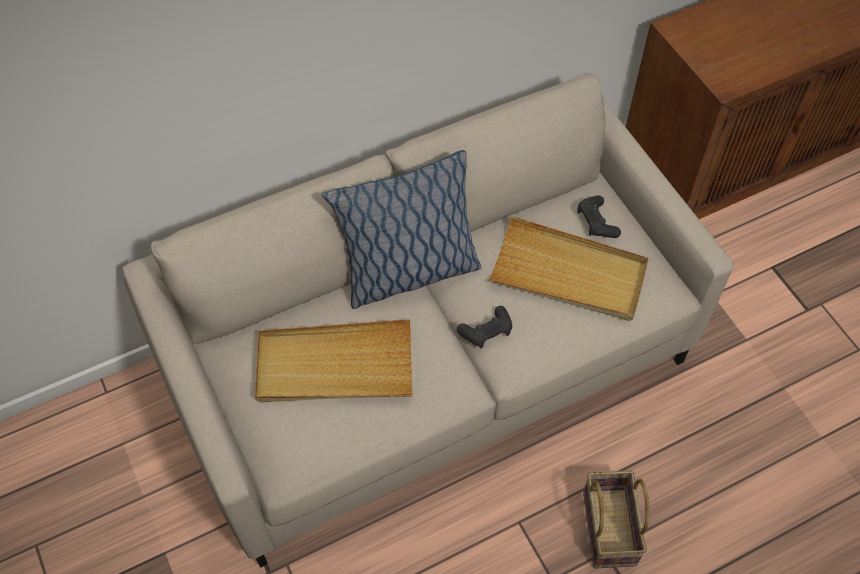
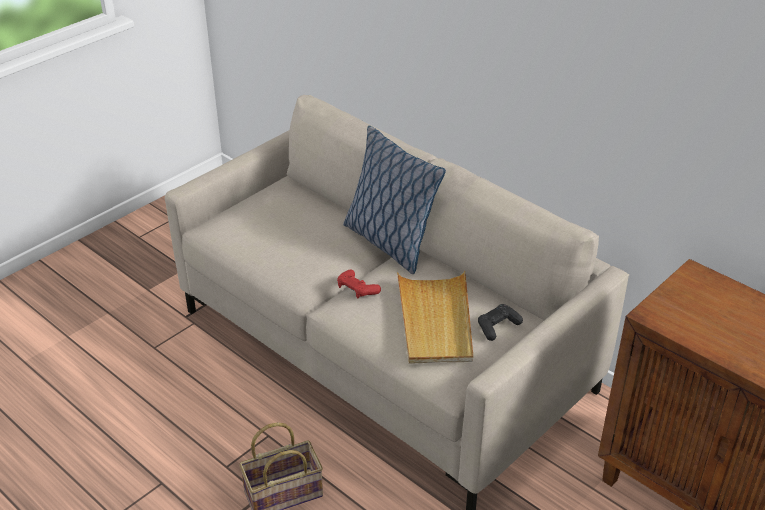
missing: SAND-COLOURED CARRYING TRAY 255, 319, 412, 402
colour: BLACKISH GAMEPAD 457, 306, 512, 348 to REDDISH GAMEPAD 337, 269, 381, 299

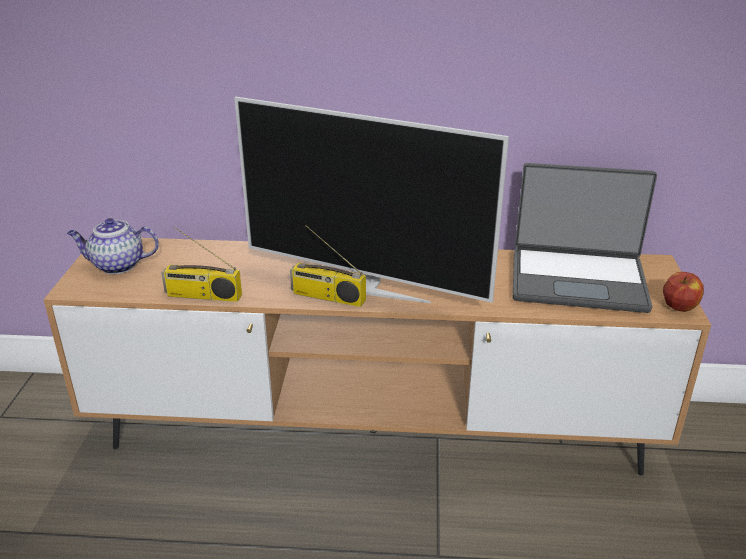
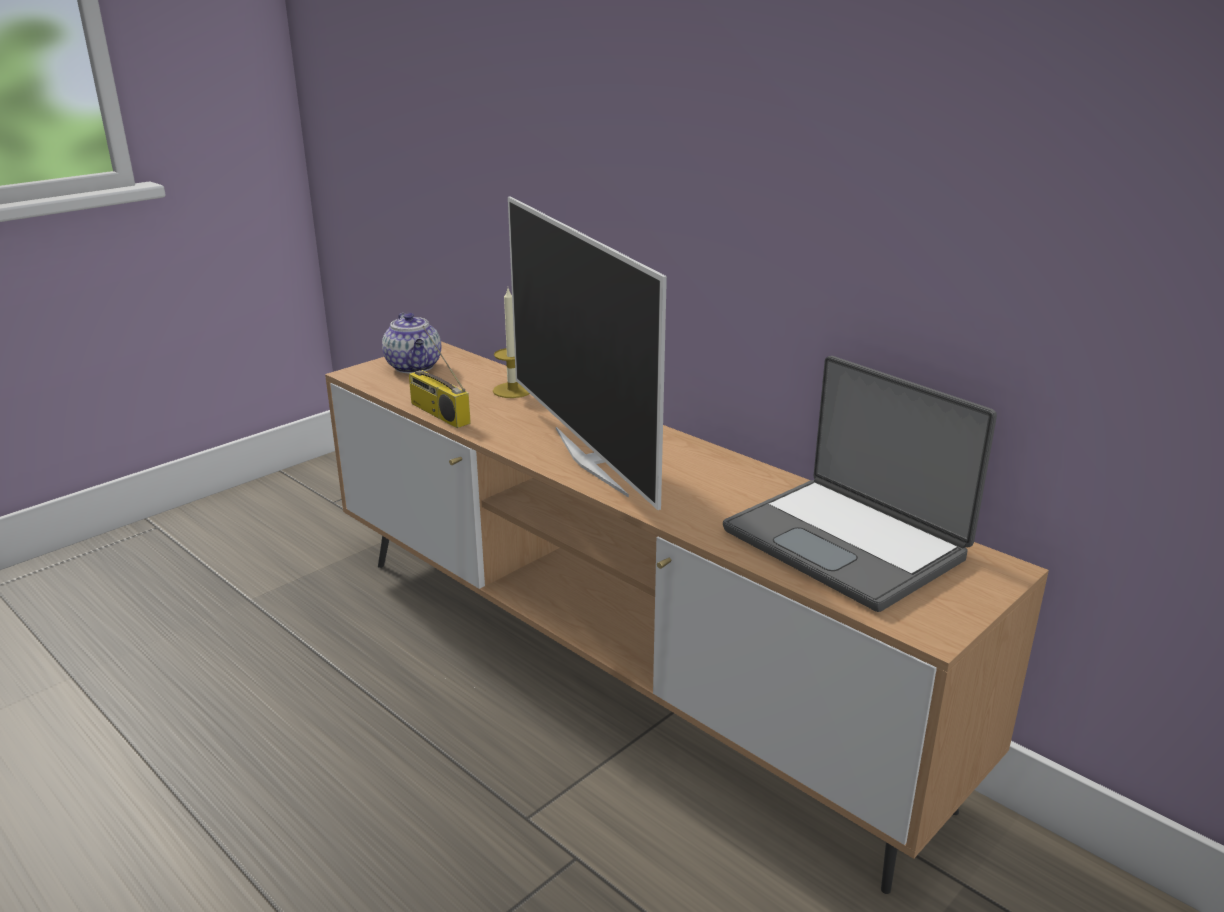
missing: RADIO SET 290, 225, 366, 307; APPLE 663, 272, 704, 312
appeared: WAX CANDLE 493, 288, 530, 398
spun: POT FOR TEA 67, 218, 159, 274 = 382, 313, 441, 373 150 degrees counterclockwise

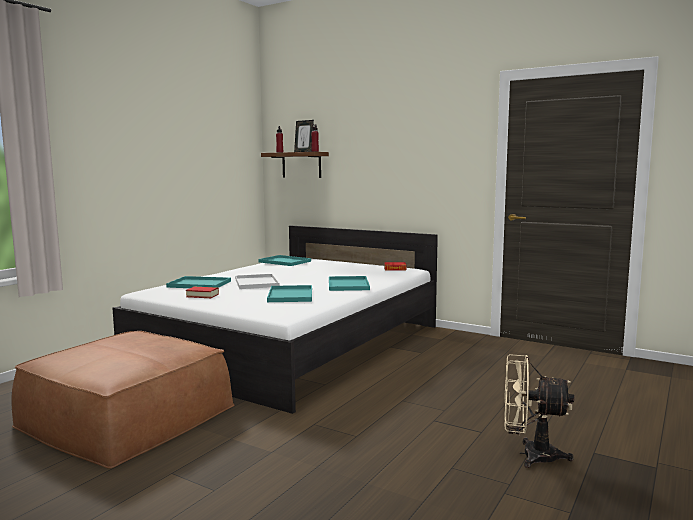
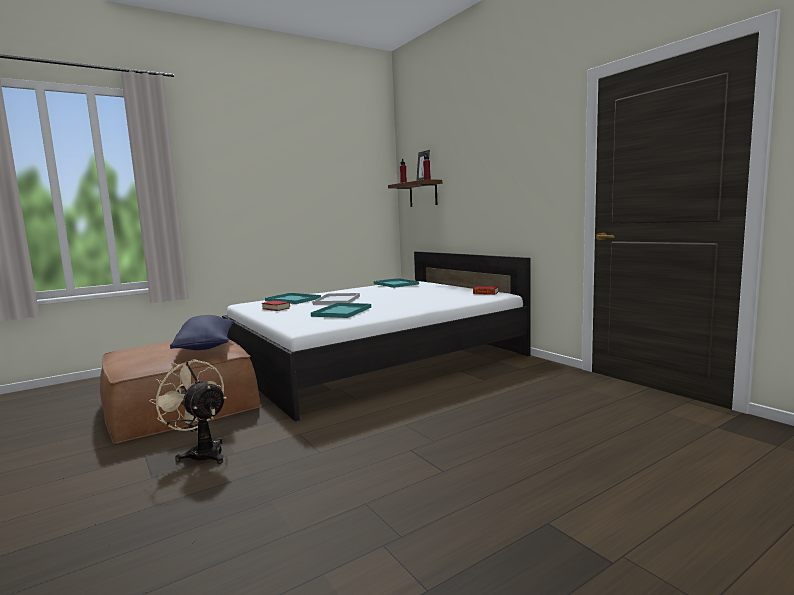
missing: TURQUOISE-COLOURED CARRYING TRAY 329, 276, 370, 291
appeared: BLUE-COLOURED PILLOW 170, 315, 234, 350
relocated: SAND-COLOURED ELECTRIC FAN 504, 354, 574, 468 to 149, 359, 226, 464

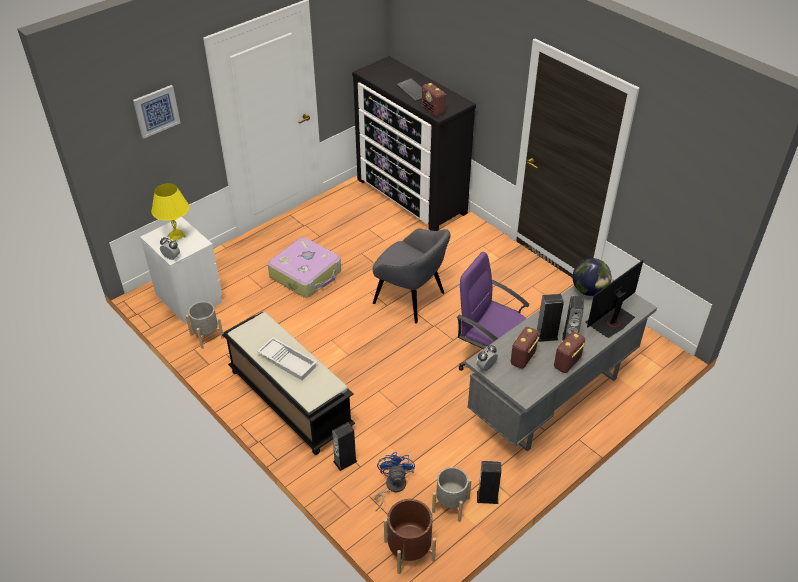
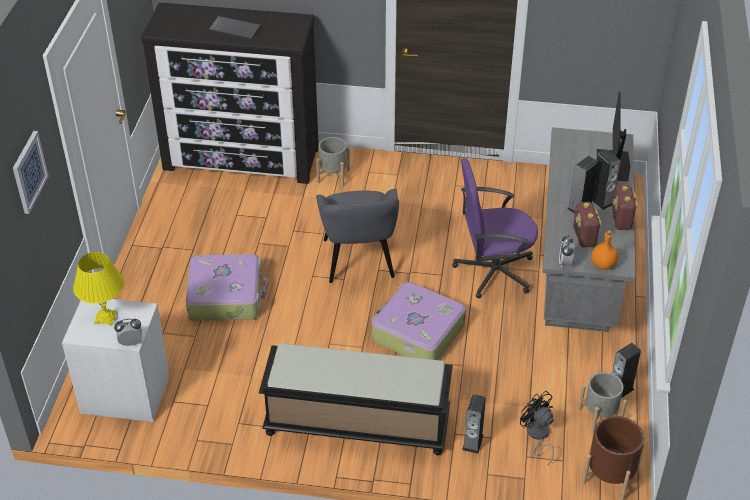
missing: RADIO SET 422, 83, 447, 117; DESK GLOBE 573, 258, 611, 296; WHITE CARRYING TRAY 257, 337, 317, 380
appeared: ORANGE-COLOURED BEVERAGE BOTTLE 591, 230, 618, 270; TRAVEL CASE 372, 282, 466, 360
relocated: GREY FLOWER POT 186, 301, 224, 349 to 316, 137, 350, 187
colour: BLUE-COLOURED ELECTRIC FAN 374, 452, 415, 511 to BLACKISH ELECTRIC FAN 520, 391, 554, 465
spun: GREY ARMCHAIR 372, 228, 450, 323 = 316, 189, 399, 283 90 degrees clockwise

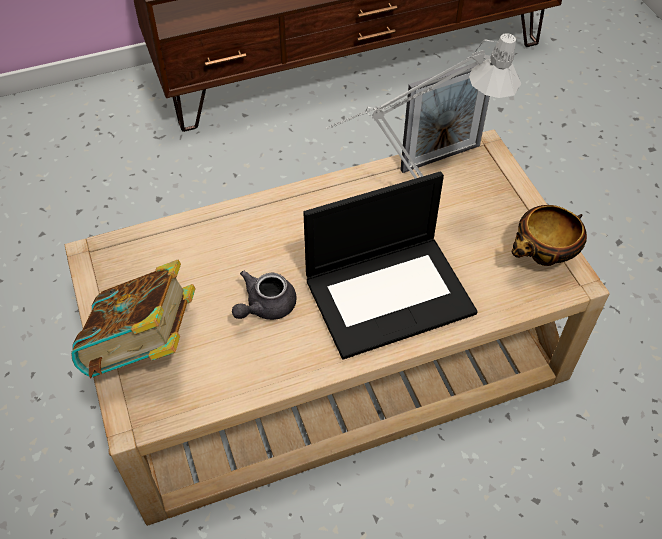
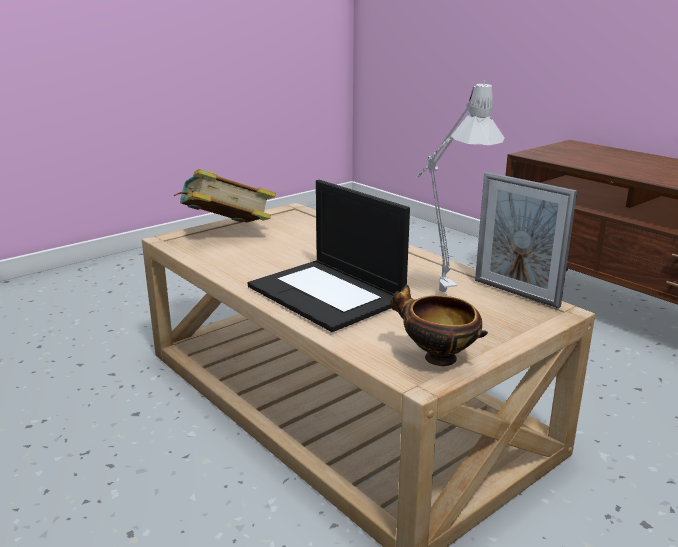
missing: GREY POT FOR TEA 232, 271, 297, 320

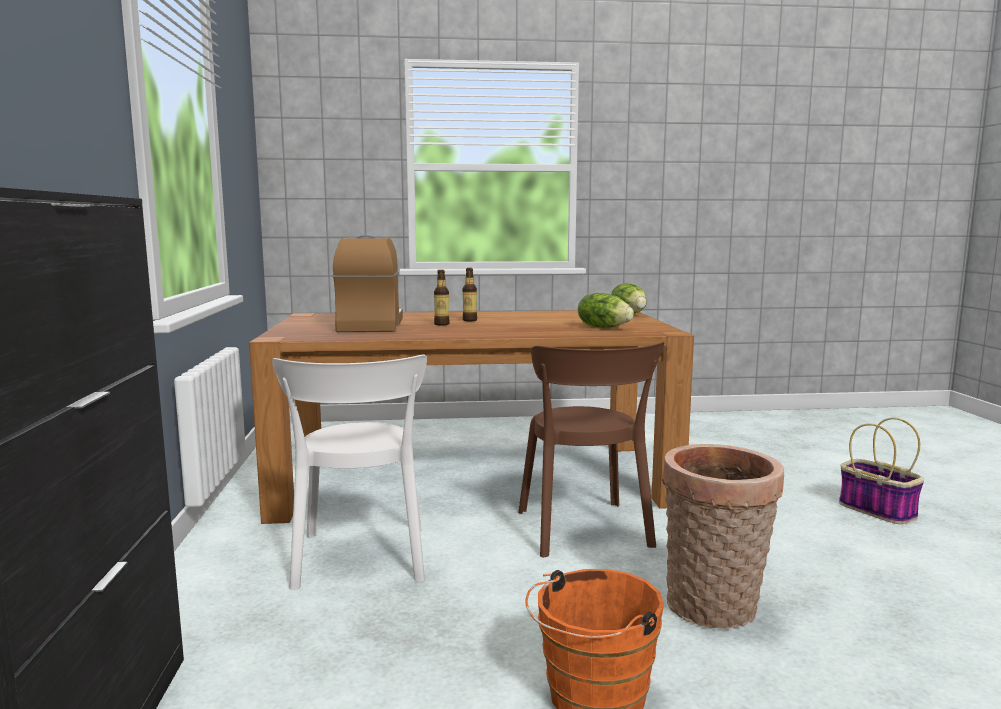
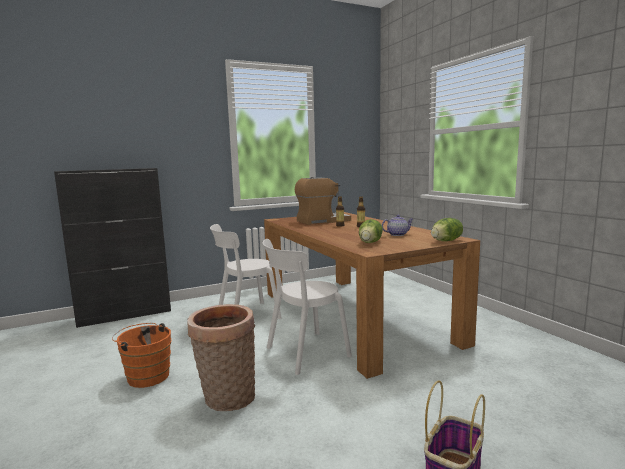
appeared: POT FOR TEA 382, 215, 413, 236
colour: BROWN UPRIGHT CHAIR 518, 342, 664, 557 to WHITE UPRIGHT CHAIR 263, 239, 352, 375

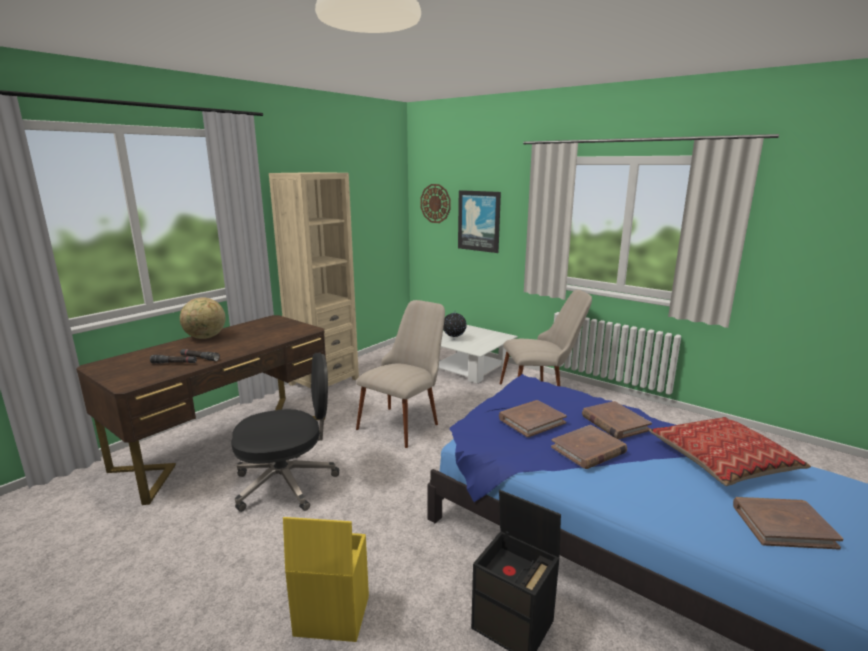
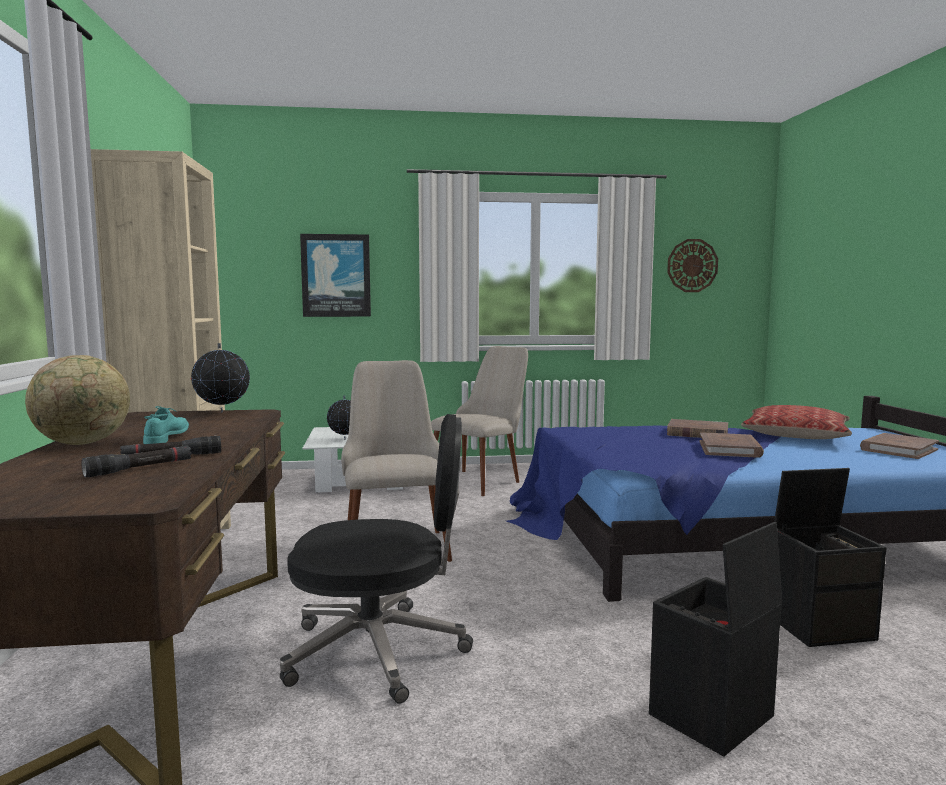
missing: BROWN BOUND BOOK 499, 400, 567, 438
appeared: DESK GLOBE 191, 343, 250, 413; TURQUOISE-COLOURED LOW SHOE 143, 406, 189, 444
relocated: WALL CLOCK 420, 184, 451, 223 to 667, 239, 718, 292
colour: YELLOW-COLOURED STORAGE BIN 283, 517, 369, 642 to BLACKISH STORAGE BIN 649, 522, 782, 757
spun: BLACKISH COMPUTER CHAIR 231, 353, 339, 512 = 280, 414, 473, 704 60 degrees clockwise

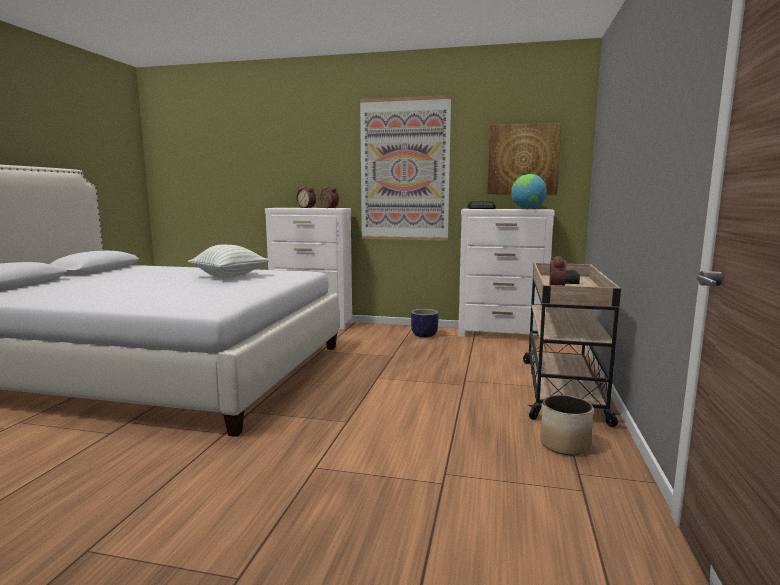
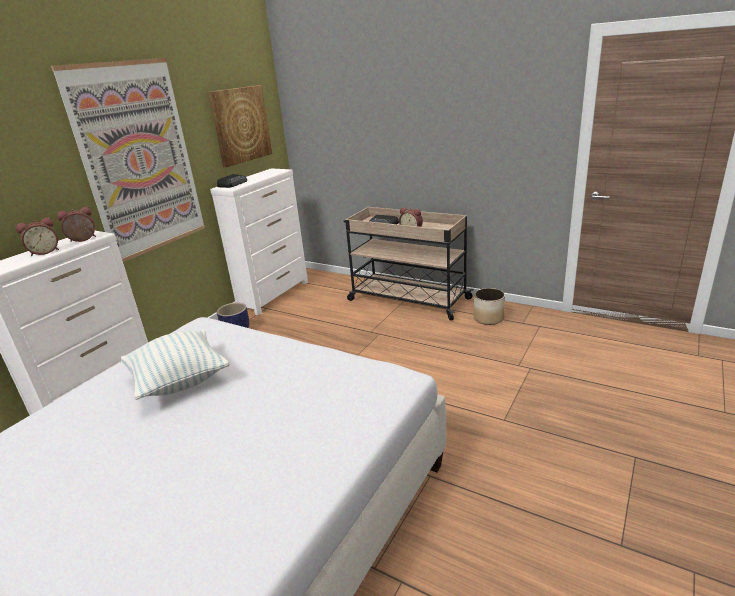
missing: DESK GLOBE 511, 174, 547, 209

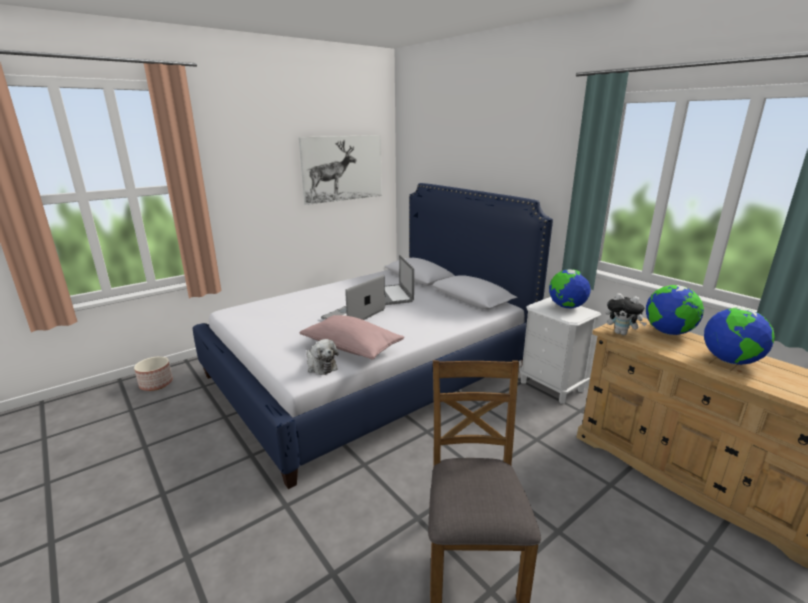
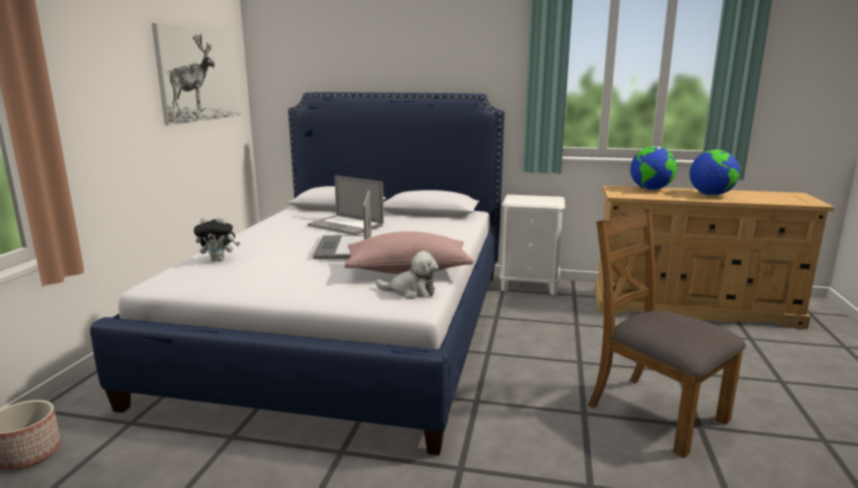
missing: DESK GLOBE 549, 269, 591, 309
relocated: SOFT TOY 606, 293, 647, 335 to 194, 216, 240, 262

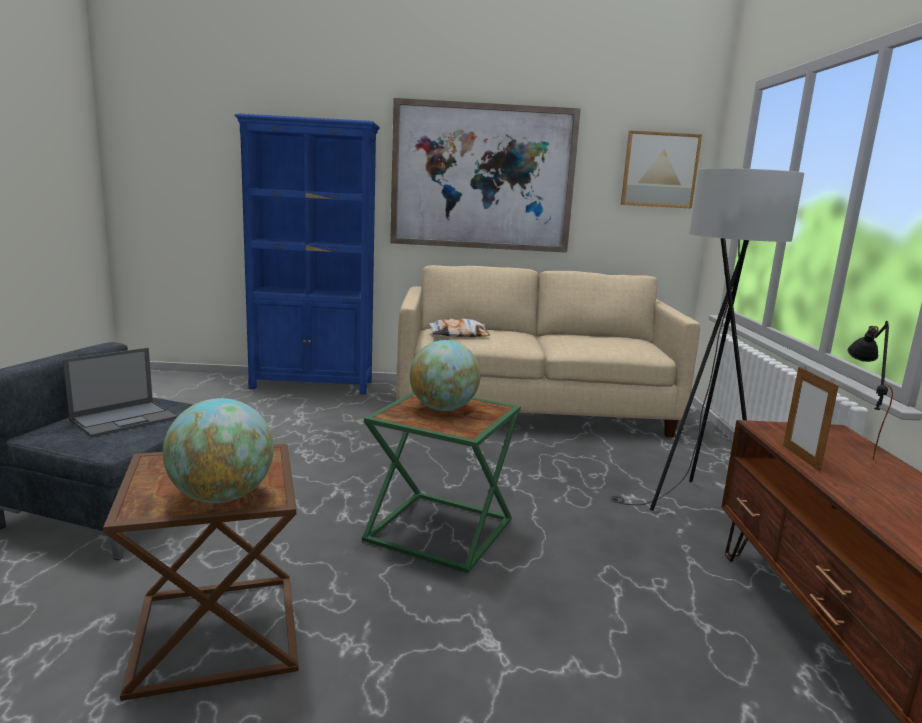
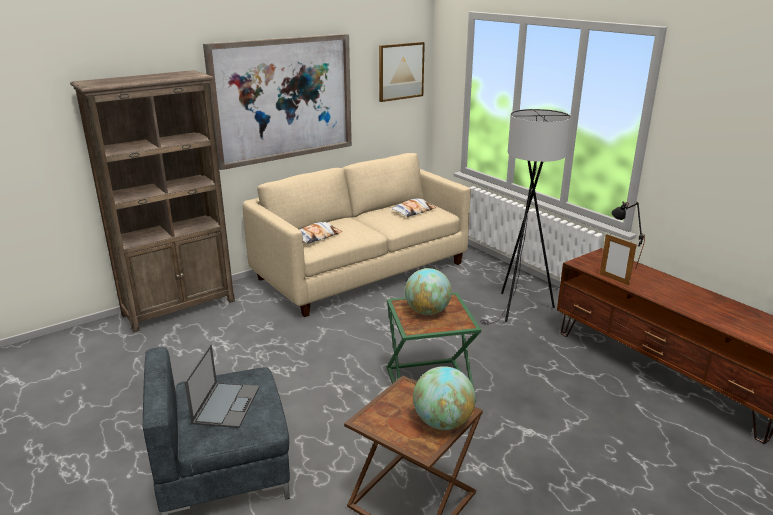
appeared: PILLOW 390, 198, 436, 217
colour: BLUE-COLOURED BOOKSHELF 234, 113, 380, 394 to BROWN BOOKSHELF 70, 70, 235, 332

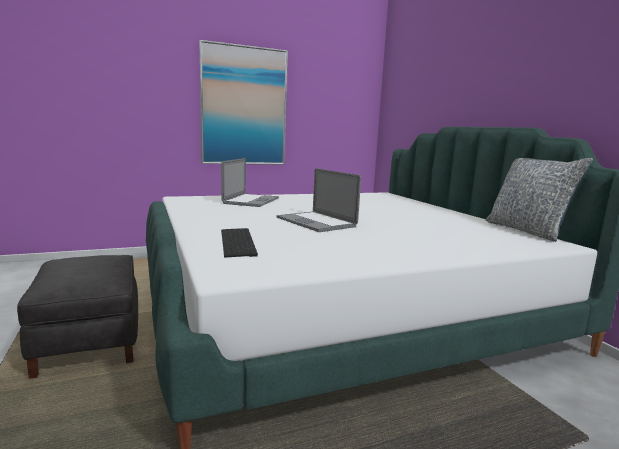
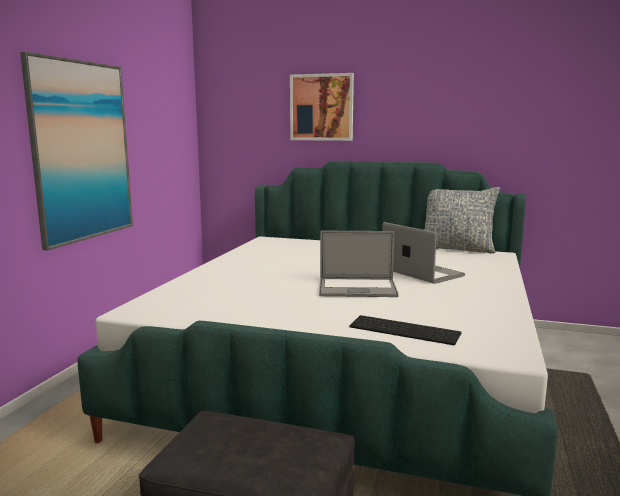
appeared: WALL PICTURE 290, 73, 354, 141
relocated: NOTEBOOK COMPUTER 221, 158, 279, 207 to 382, 222, 465, 284

